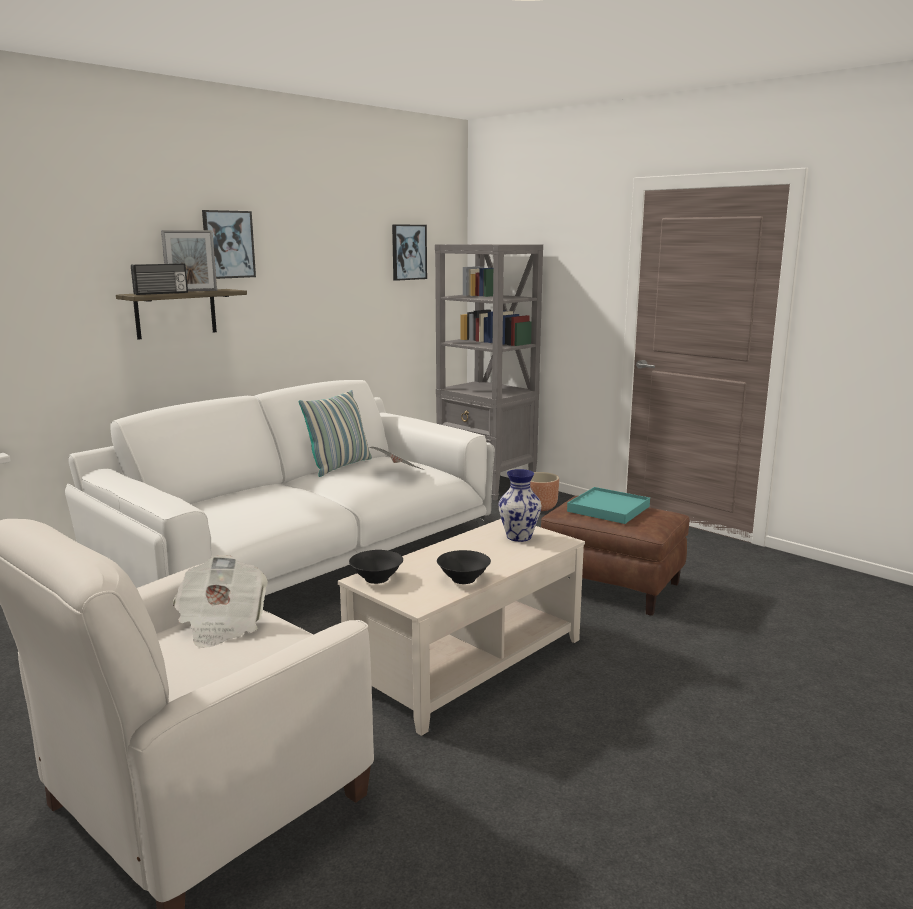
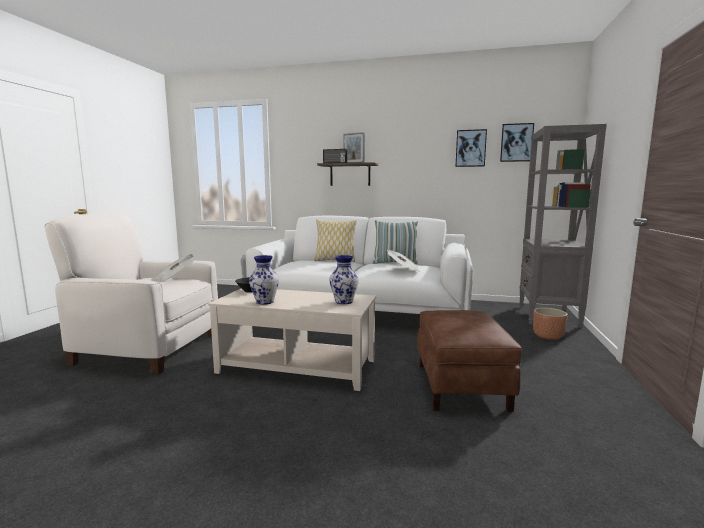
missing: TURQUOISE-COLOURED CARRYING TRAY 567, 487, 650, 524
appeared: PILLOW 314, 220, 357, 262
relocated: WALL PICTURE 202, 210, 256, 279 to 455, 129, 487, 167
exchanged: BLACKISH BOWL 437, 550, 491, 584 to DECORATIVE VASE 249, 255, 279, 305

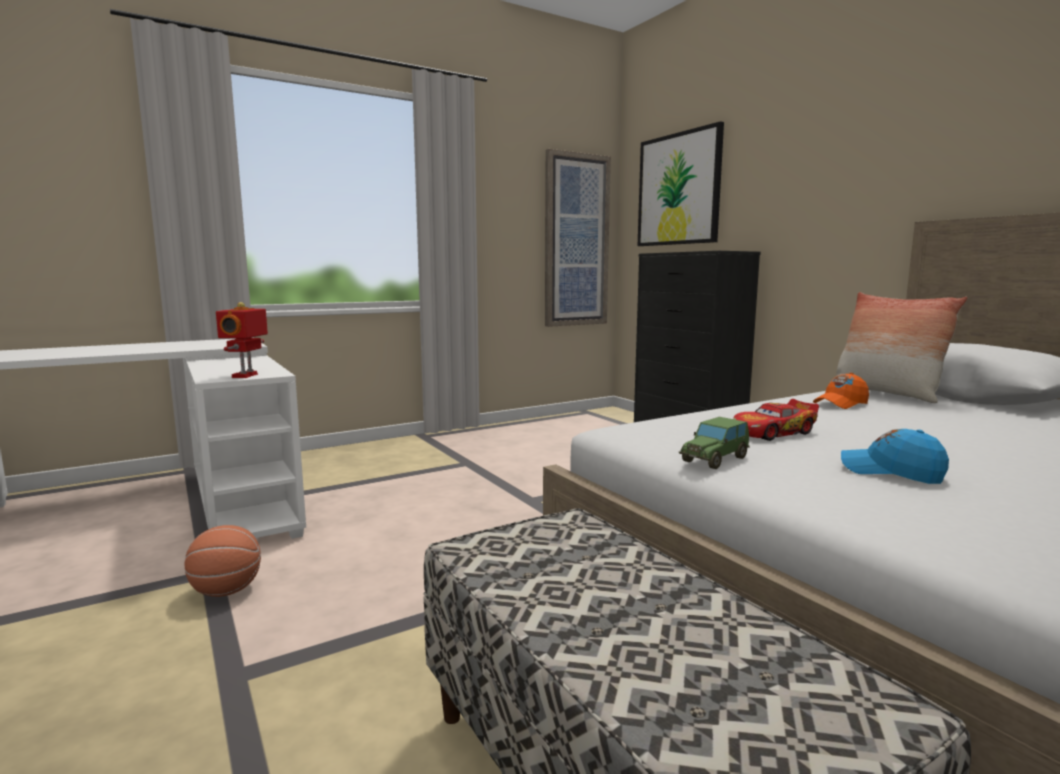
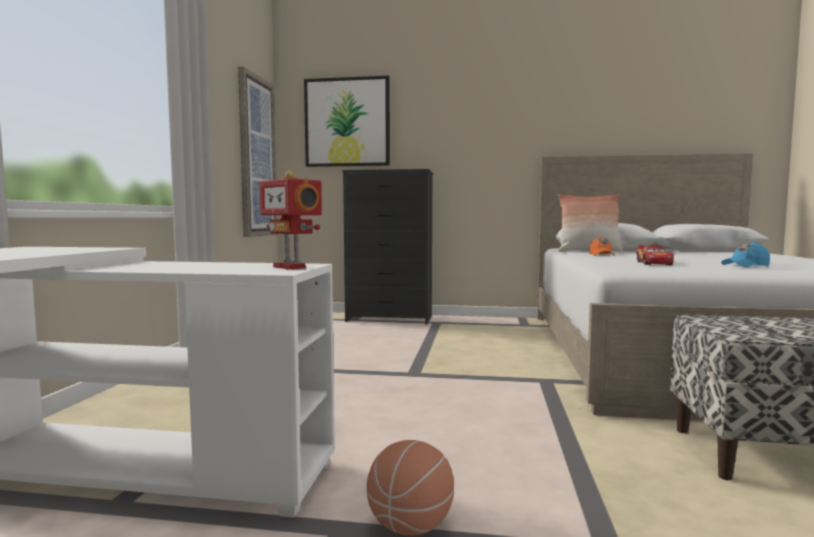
missing: MINIATURE CAR 679, 417, 749, 469

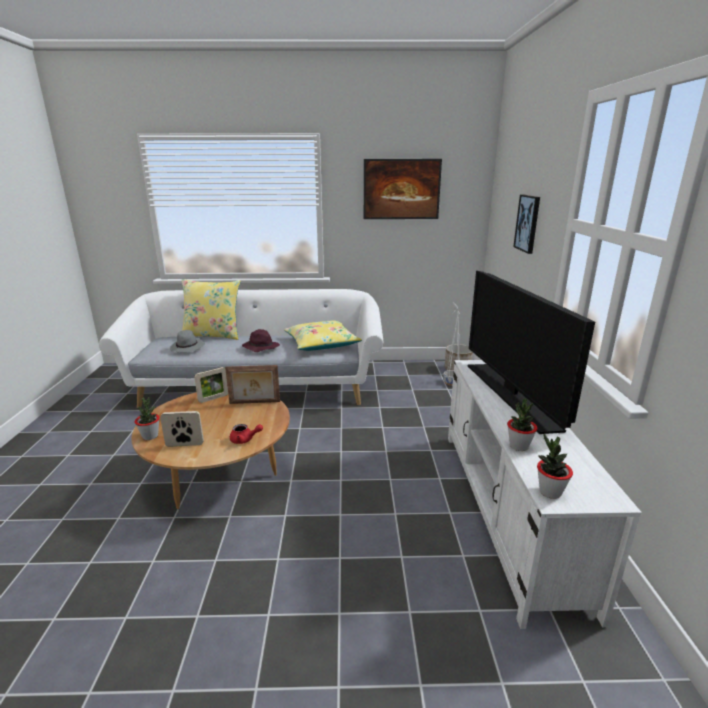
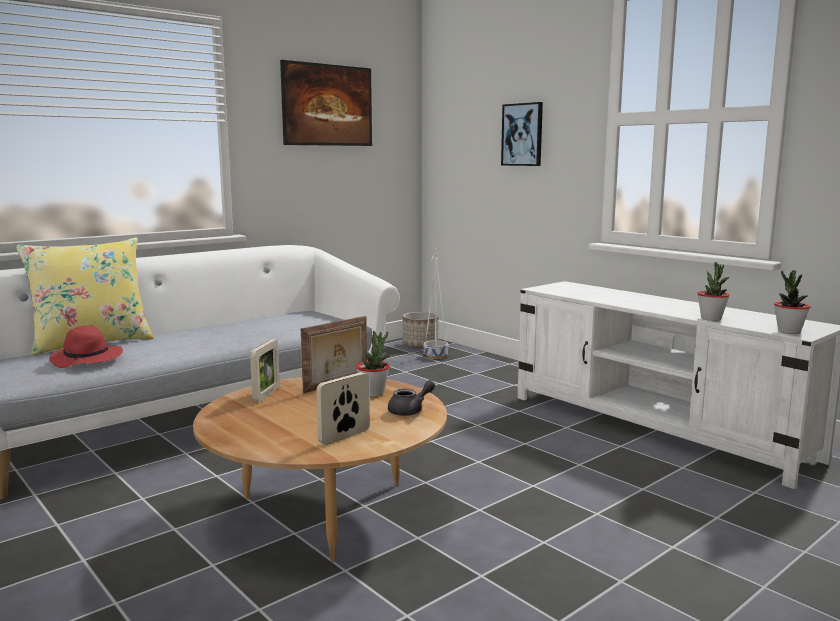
missing: TV 468, 270, 595, 434; YELLOW-COLOURED PILLOW 284, 320, 362, 351; PURPLISH WEARABLE HAT 242, 329, 280, 352
relocated: POTTED PLANT 135, 397, 160, 440 to 357, 331, 390, 397
colour: GREY WEARABLE HAT 170, 330, 205, 353 to REDDISH WEARABLE HAT 49, 325, 123, 368; REDDISH POT FOR TEA 230, 424, 263, 444 to GREY POT FOR TEA 388, 380, 435, 416

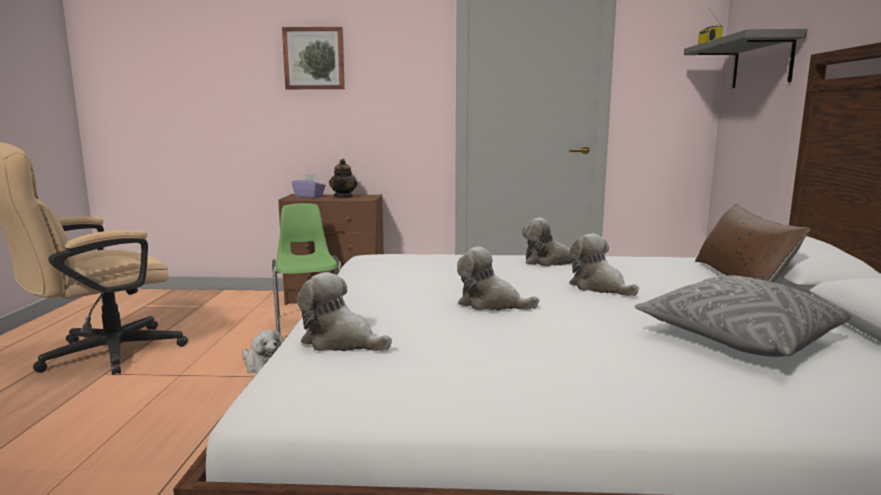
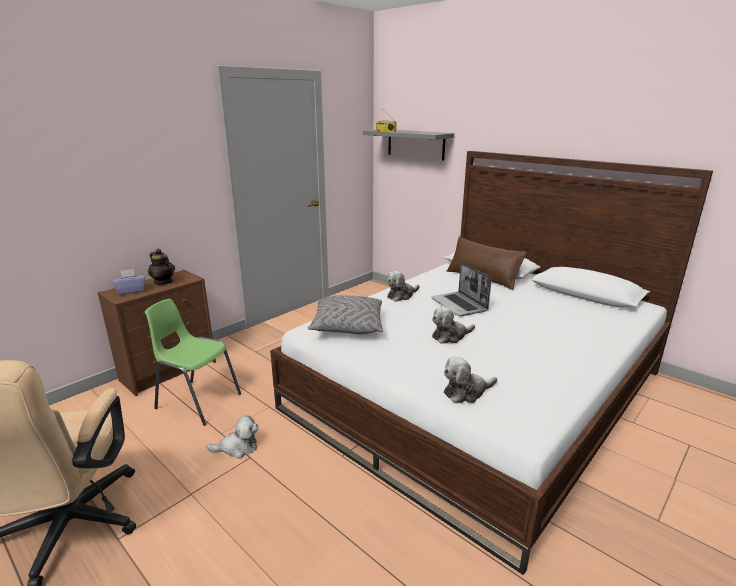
missing: WALL PICTURE 282, 27, 345, 89
relocated: GREY PILLOW 635, 275, 851, 357 to 307, 295, 383, 334
exchanged: SOFT TOY 569, 233, 639, 296 to NOTEBOOK COMPUTER 431, 262, 492, 316

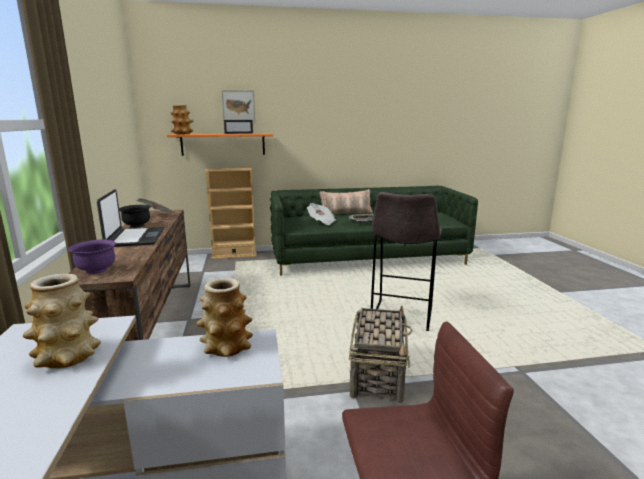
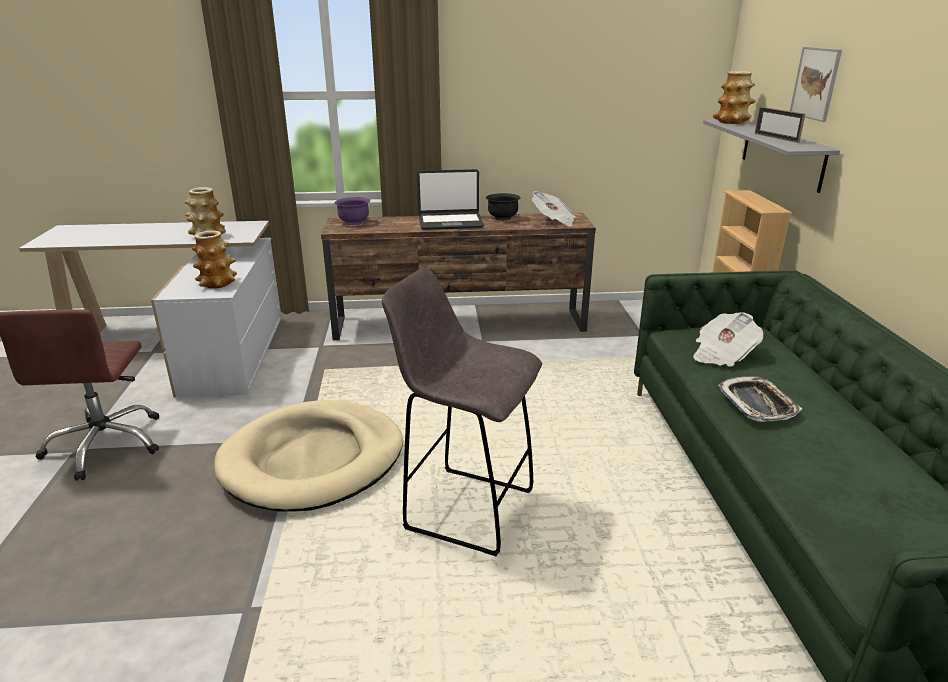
missing: PILLOW 319, 189, 373, 215
exchanged: STORAGE BASKET 349, 306, 413, 403 to SAND-COLOURED DOG CUSHION 214, 400, 403, 512
colour: ORANGE-COLOURED BRACKET SHELF 167, 133, 273, 156 to GREY BRACKET SHELF 703, 120, 840, 193

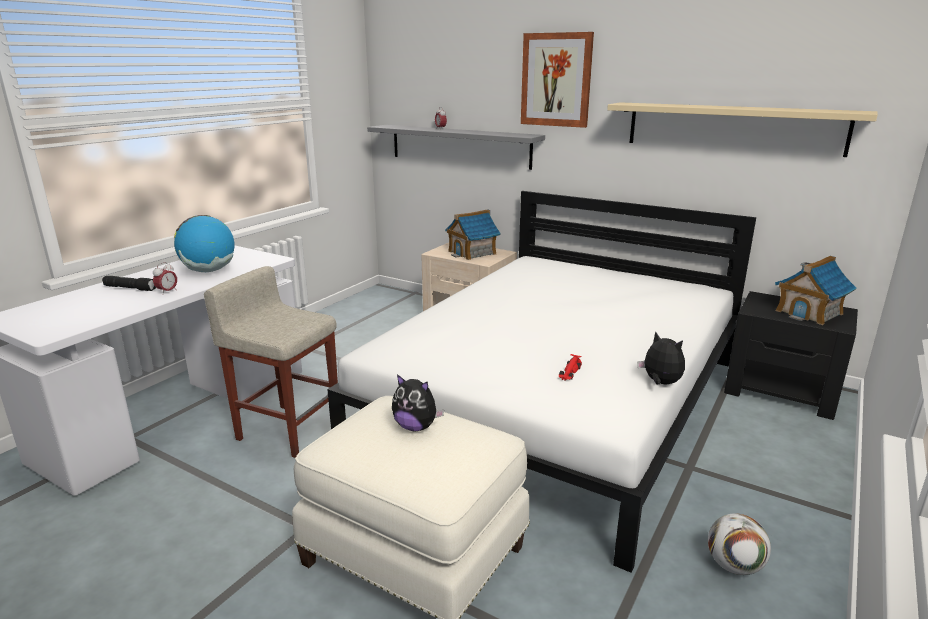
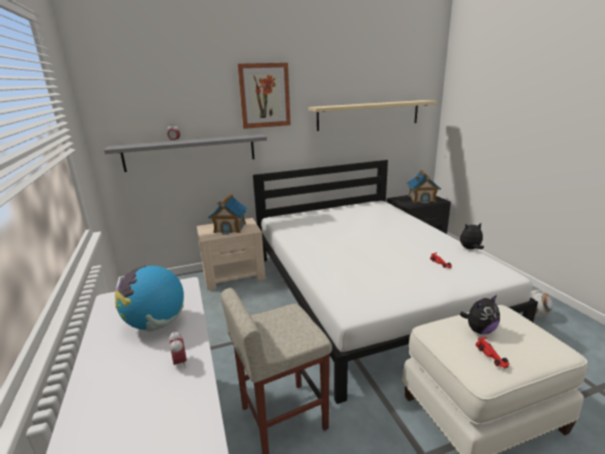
missing: BLACKISH FLASHLIGHT 102, 276, 156, 291
appeared: REDDISH MINIATURE CAR 475, 337, 509, 369

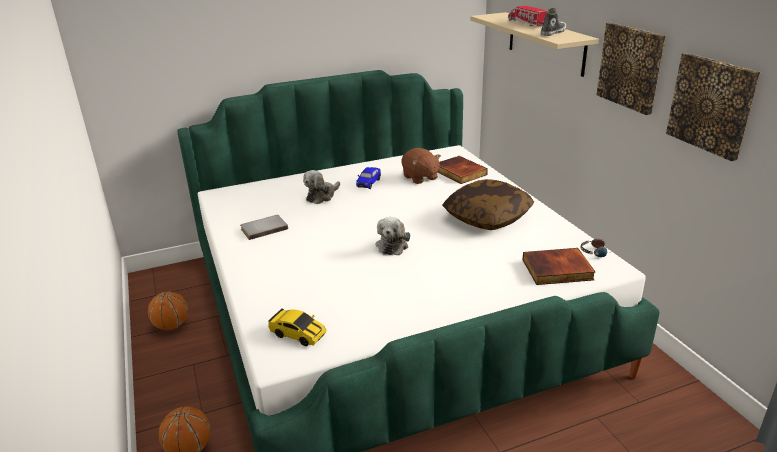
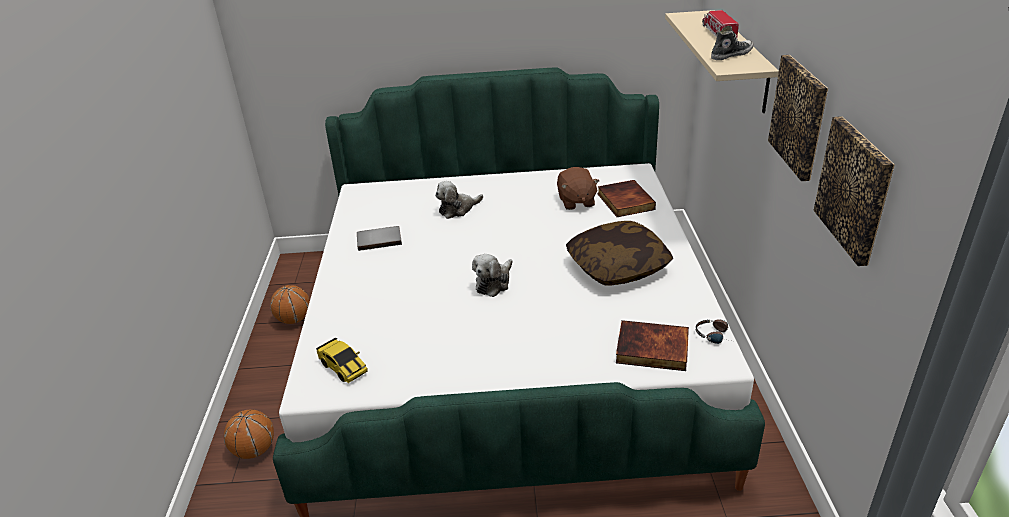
missing: MINIATURE CAR 356, 167, 381, 189

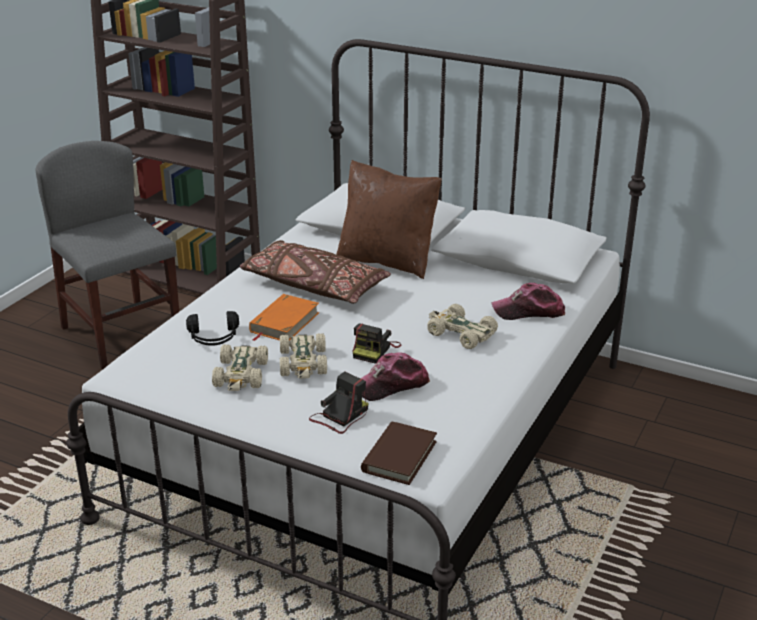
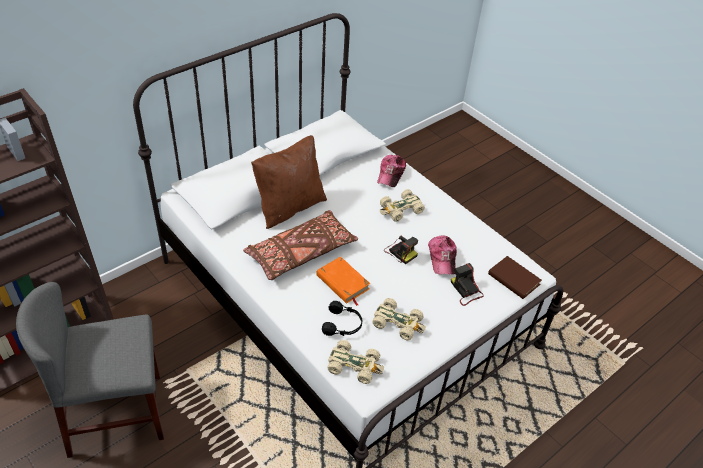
relocated: SAND-COLOURED MINIATURE CAR 280, 333, 327, 379 to 327, 340, 384, 384

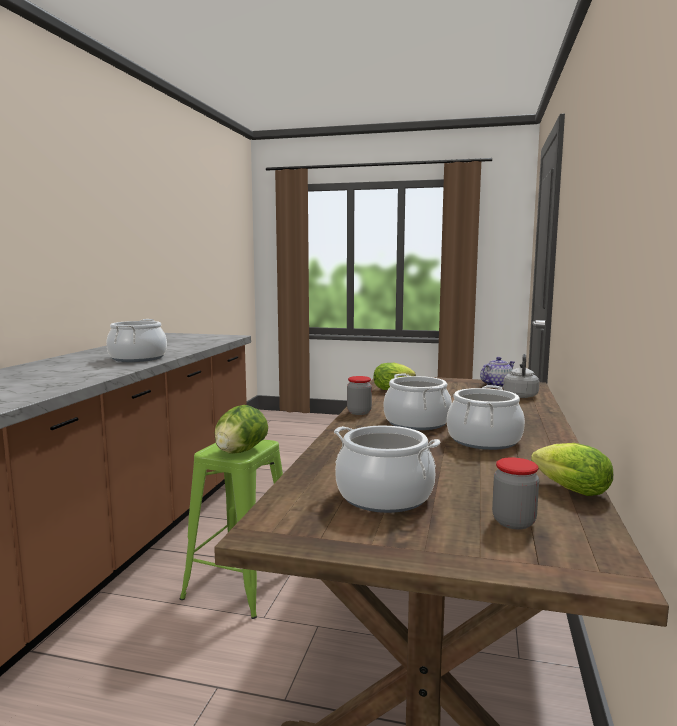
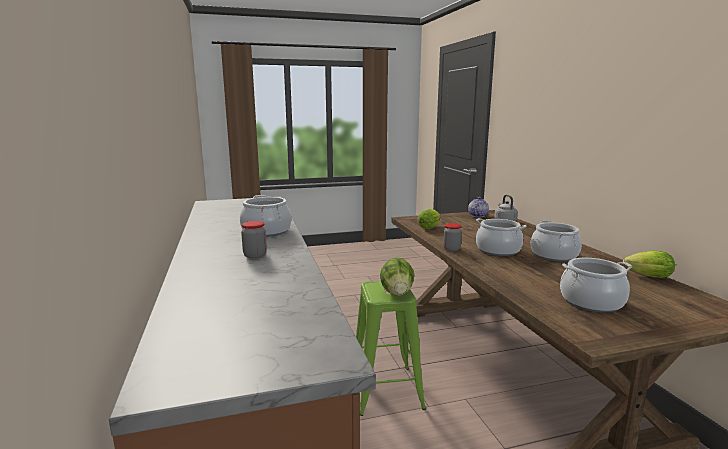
relocated: PRESERVE JAR 492, 457, 539, 529 to 241, 221, 267, 259

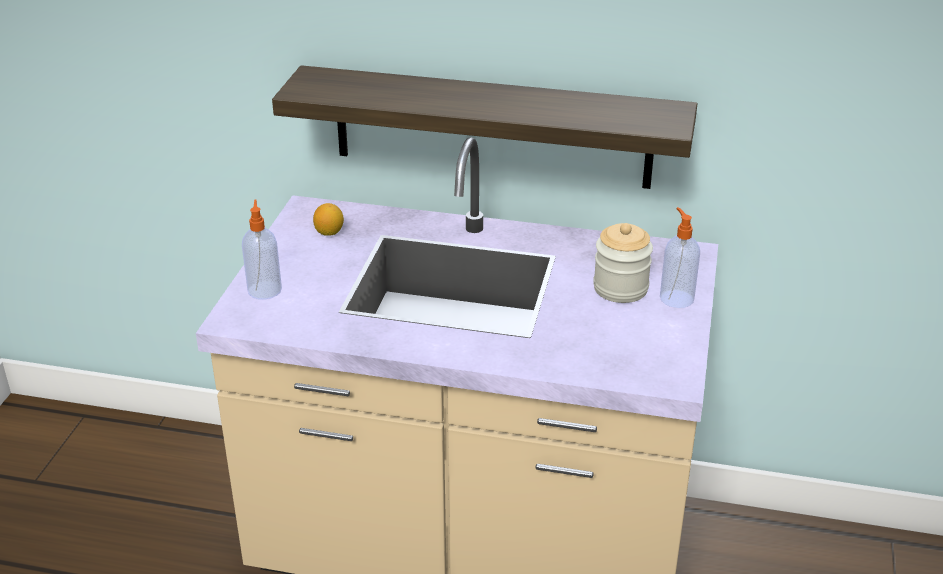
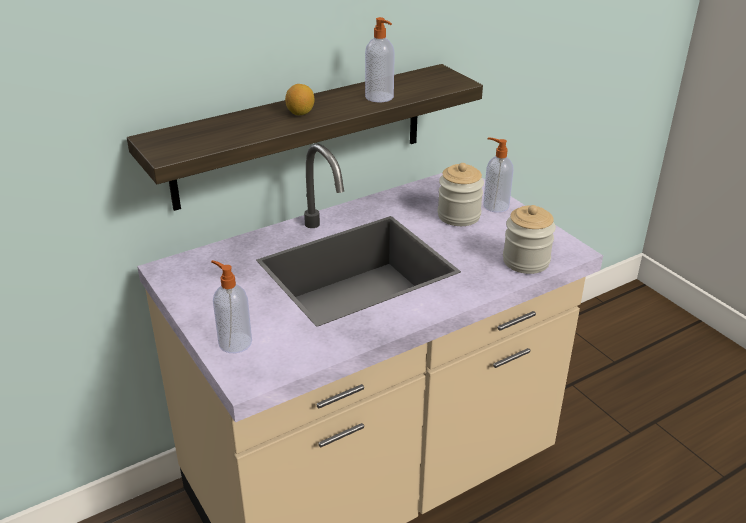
appeared: SOAP DISPENSER 365, 17, 395, 102; PRESERVE JAR 503, 205, 556, 274
relocated: WHOLE LEMON 313, 203, 344, 236 to 285, 84, 315, 115

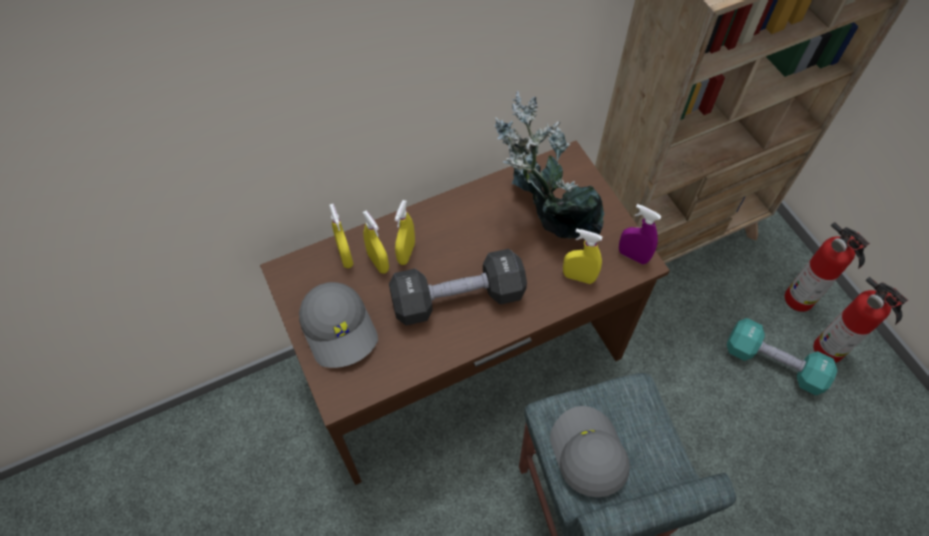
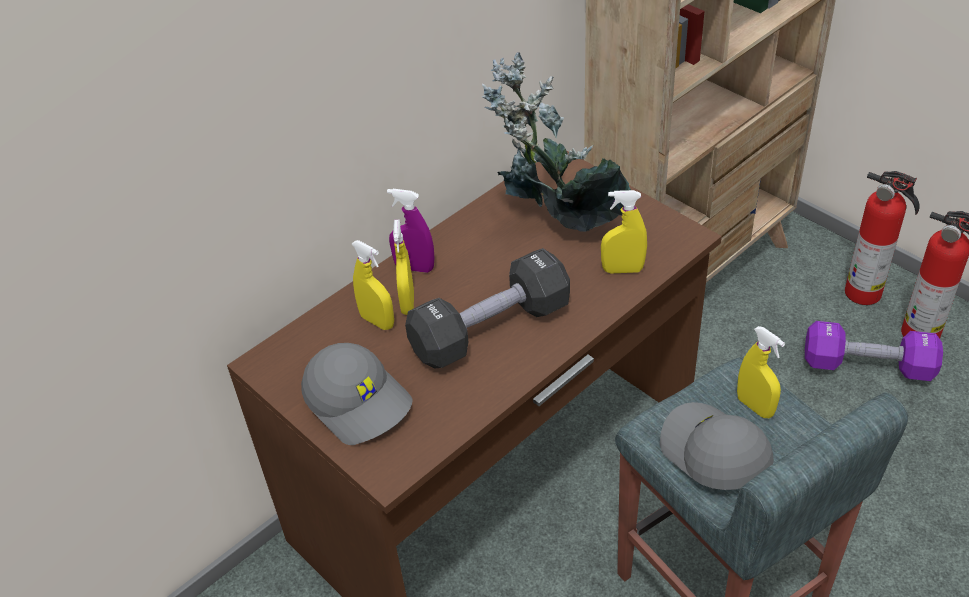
relocated: YELLOW-COLOURED SPRAYER 329, 204, 353, 269 to 737, 326, 785, 418; PURPLISH SPRAYER 619, 204, 661, 264 to 387, 189, 435, 273
colour: TURQUOISE-COLOURED DUMBBELL 727, 318, 838, 395 to PURPLISH DUMBBELL 805, 321, 943, 381

